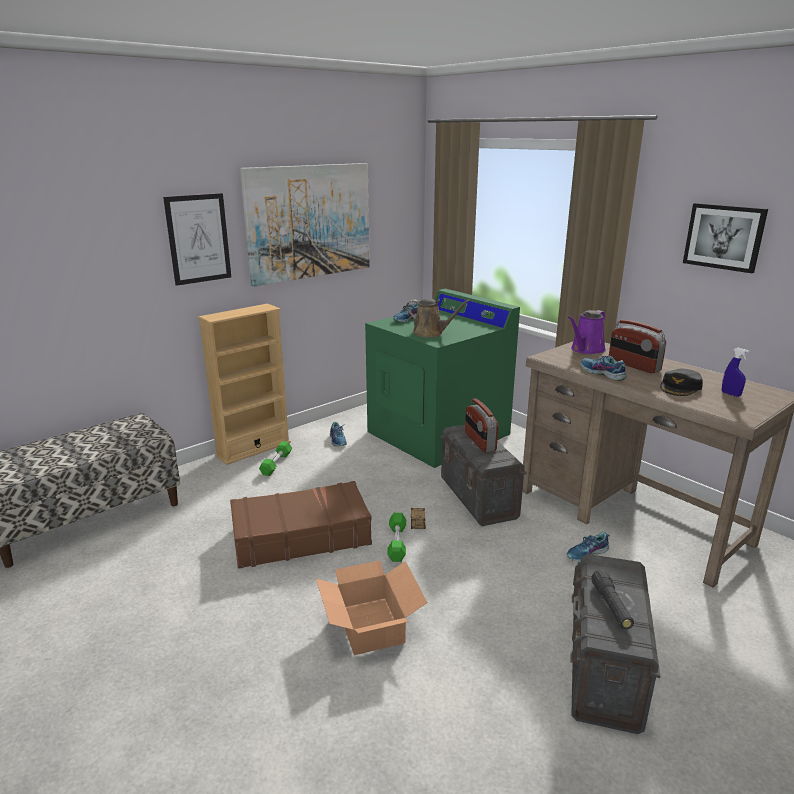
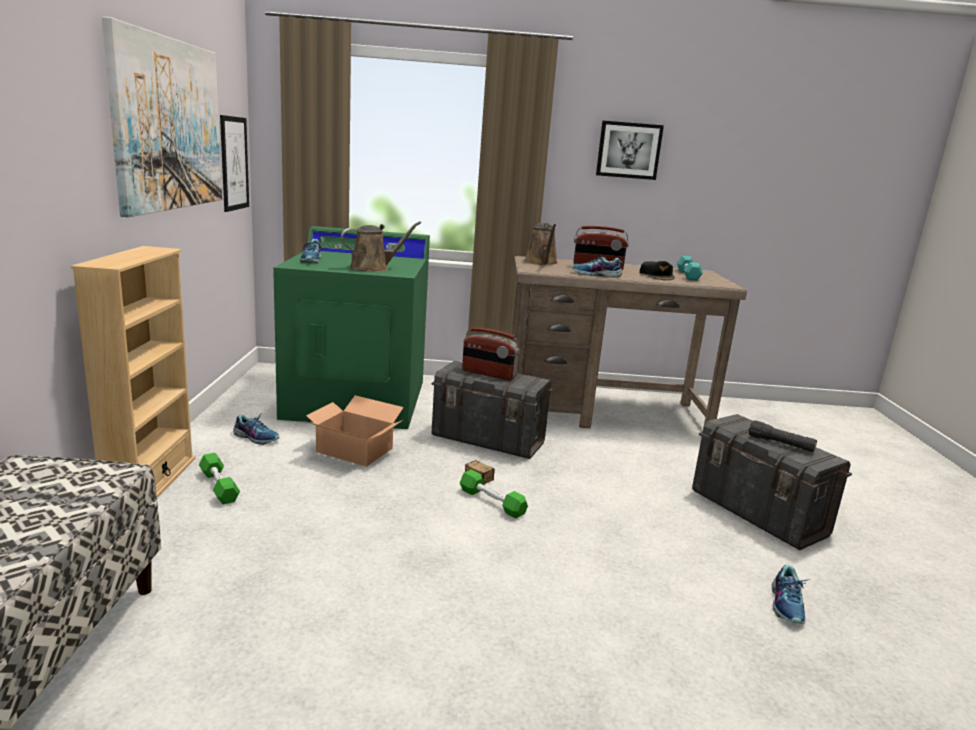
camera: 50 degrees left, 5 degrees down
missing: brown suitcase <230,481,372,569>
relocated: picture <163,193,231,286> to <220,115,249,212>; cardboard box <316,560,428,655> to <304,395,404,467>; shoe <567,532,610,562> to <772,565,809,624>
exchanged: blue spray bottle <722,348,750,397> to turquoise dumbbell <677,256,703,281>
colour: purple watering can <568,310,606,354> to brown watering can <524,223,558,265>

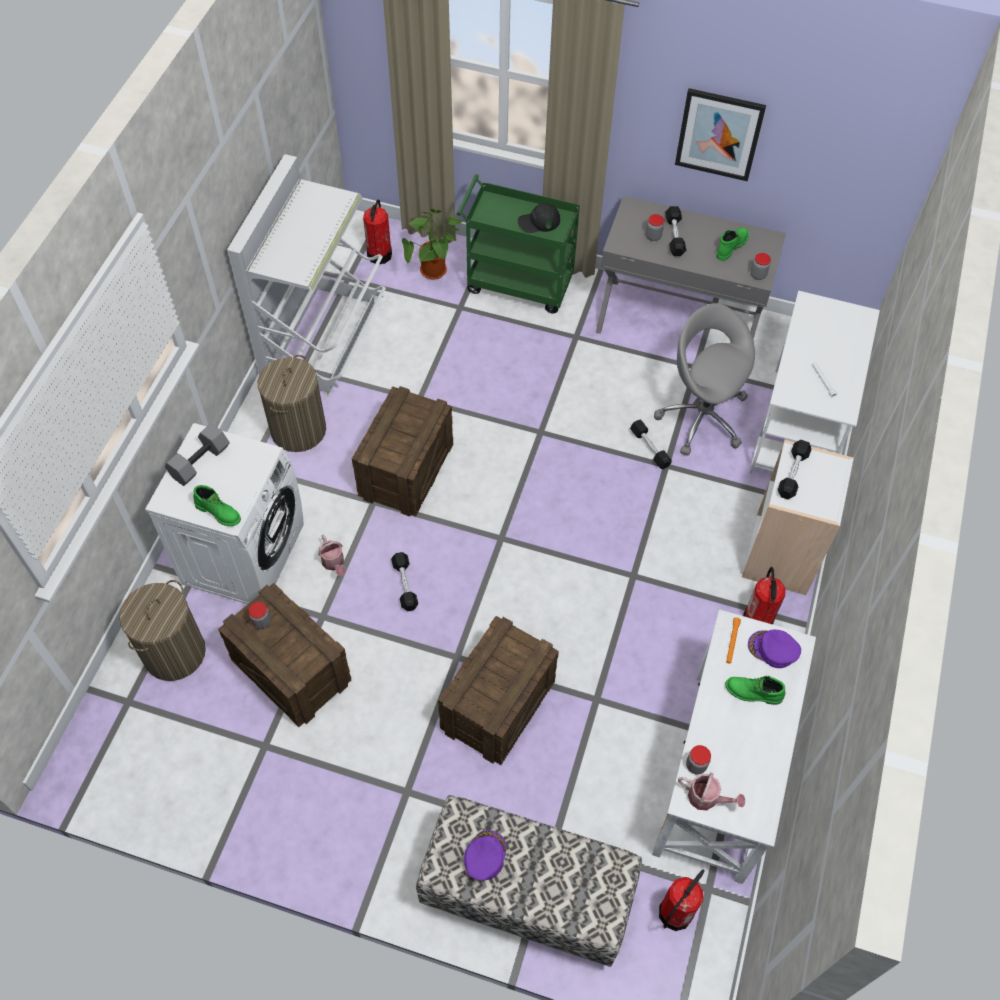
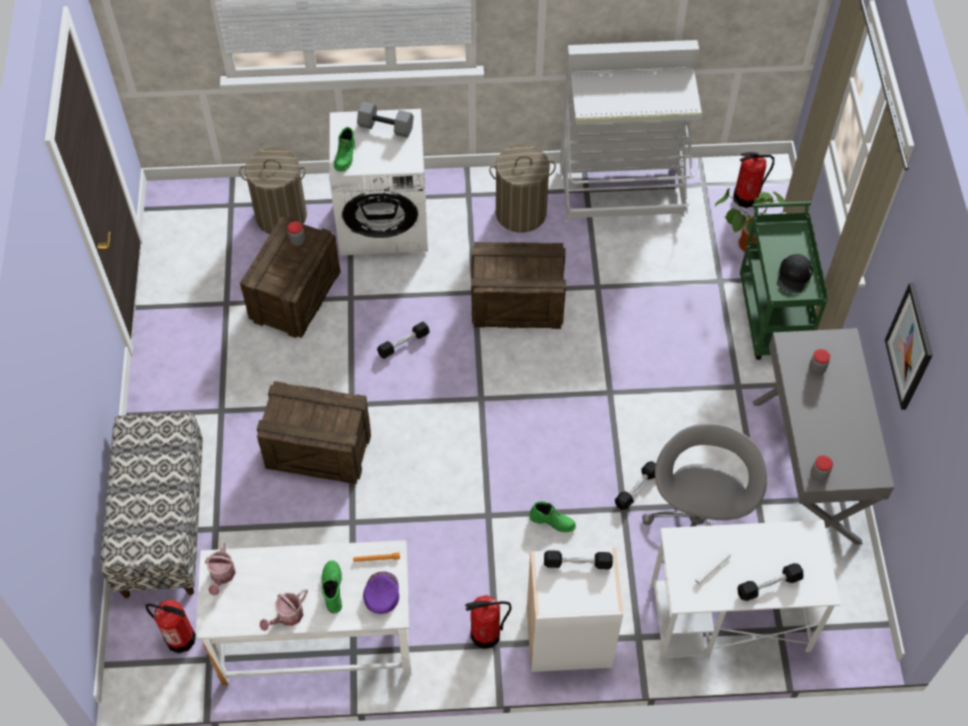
camera: 70 degrees right, 0 degrees up
missing: purple cap <464,830,506,881>; jar <686,745,711,775>
relocated: watering can <318,535,346,576> to <260,589,308,631>; black dumbbell <665,206,686,256> to <737,563,803,601>; green boot <716,228,749,261> to <530,501,576,532>
spun: black cap <518,203,560,233> = <777,254,813,293> 120 degrees counterclockwise

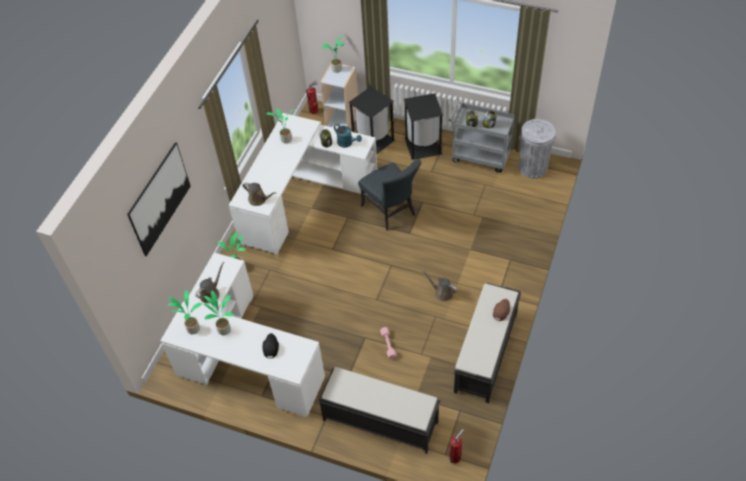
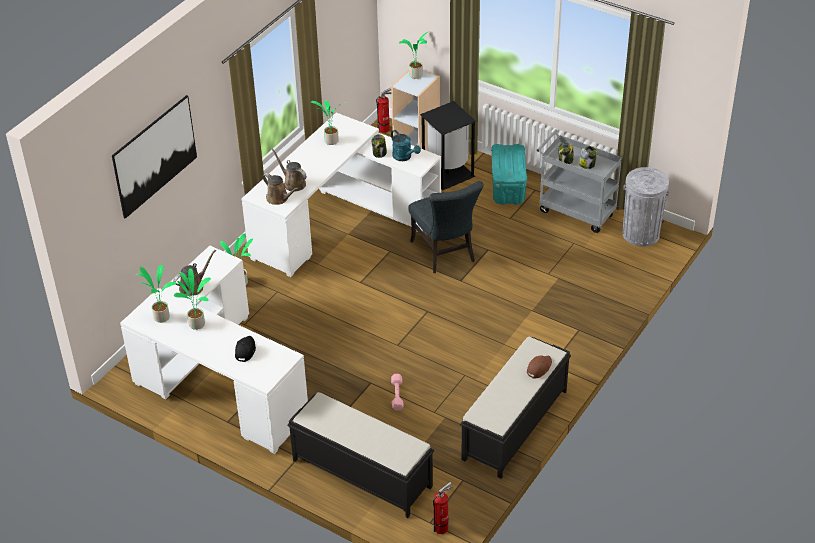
camera: 10 degrees right, 10 degrees down
relocated: brown watering can <422,269,457,301> to <271,148,307,192>
exchanged: black trash can <404,93,443,160> to turquoise storage box <491,144,527,205>

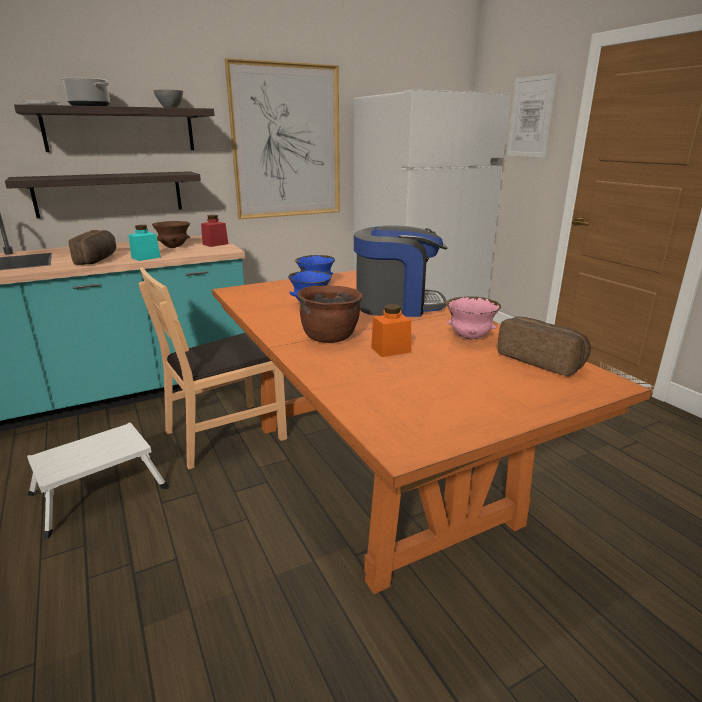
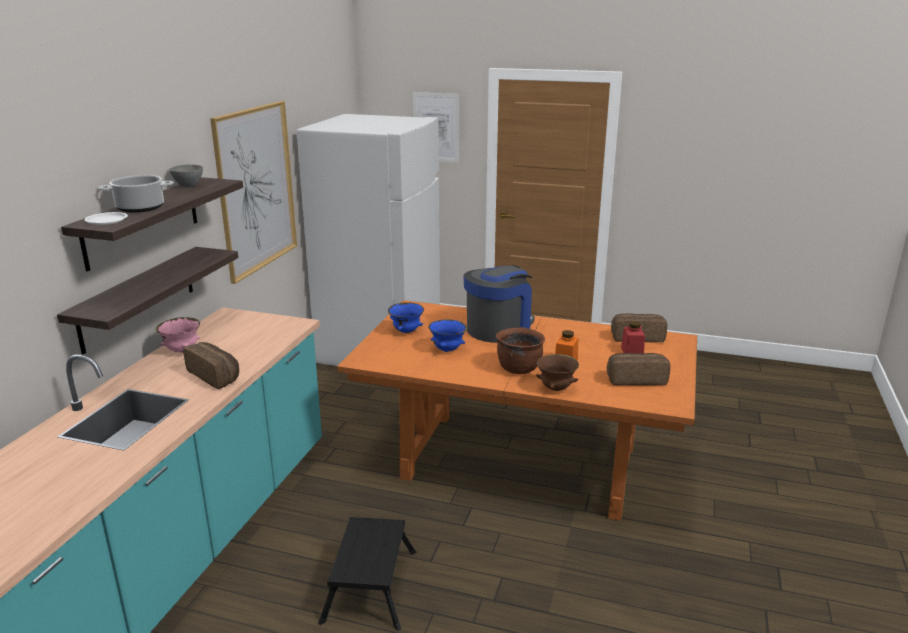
camera: 45 degrees left, 0 degrees up
missing: turquoise jar <129,225,161,261>; brown chair <139,267,287,469>
appeared: bread <607,353,670,386>
relocated: brown bowl <152,221,190,248> to <536,354,579,391>; red jar <201,215,228,247> to <621,321,645,354>; pink bowl <445,296,501,339> to <155,317,201,353>
colour: white step ladder <27,422,169,539> to black step ladder <318,517,417,631>

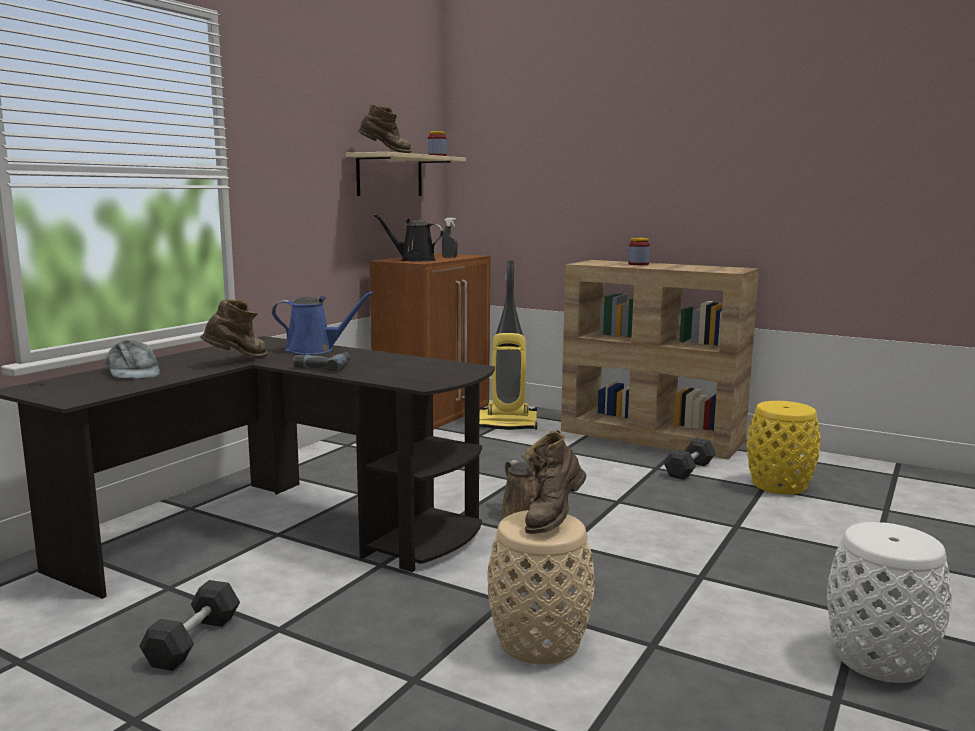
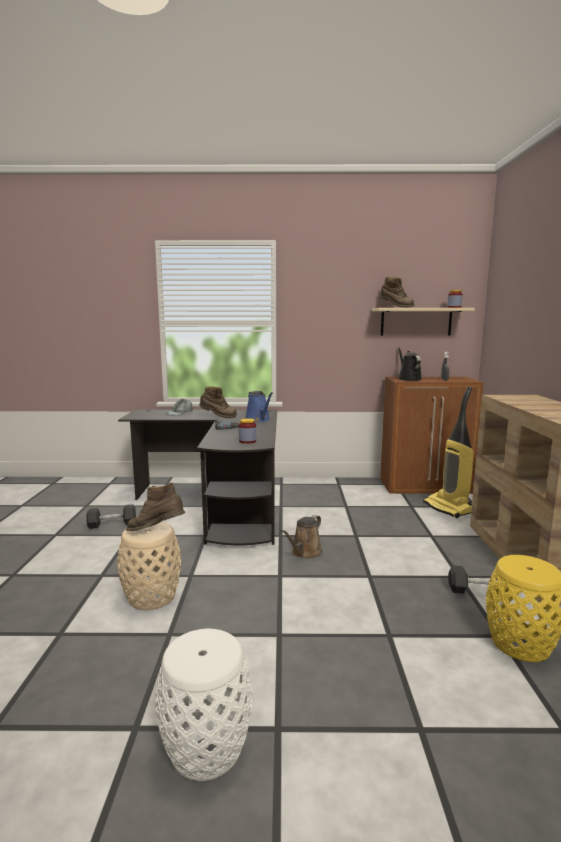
camera: 60 degrees right, 0 degrees up
relocated: jar <628,238,650,265> to <239,418,256,444>

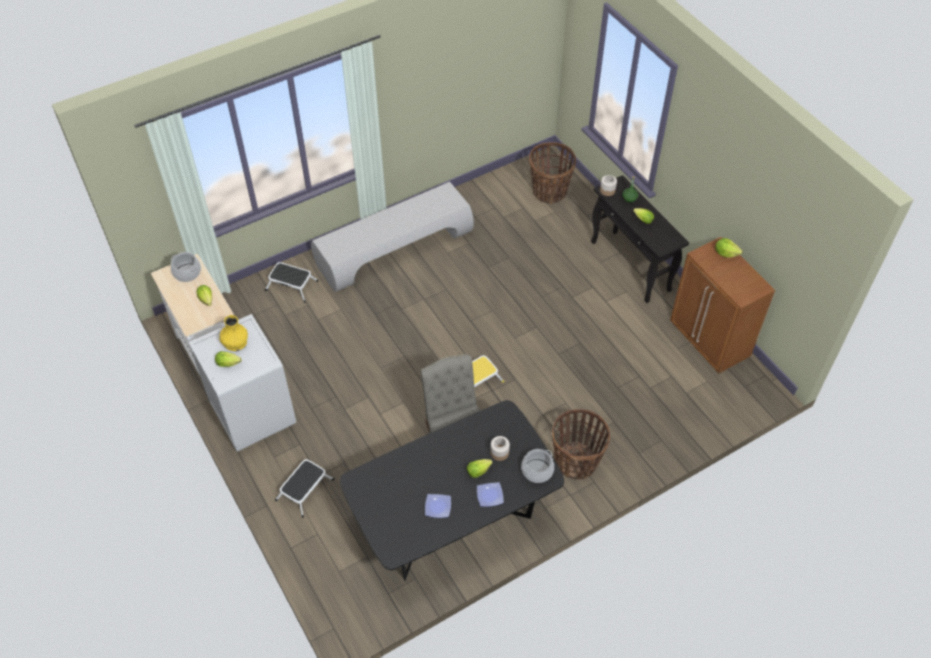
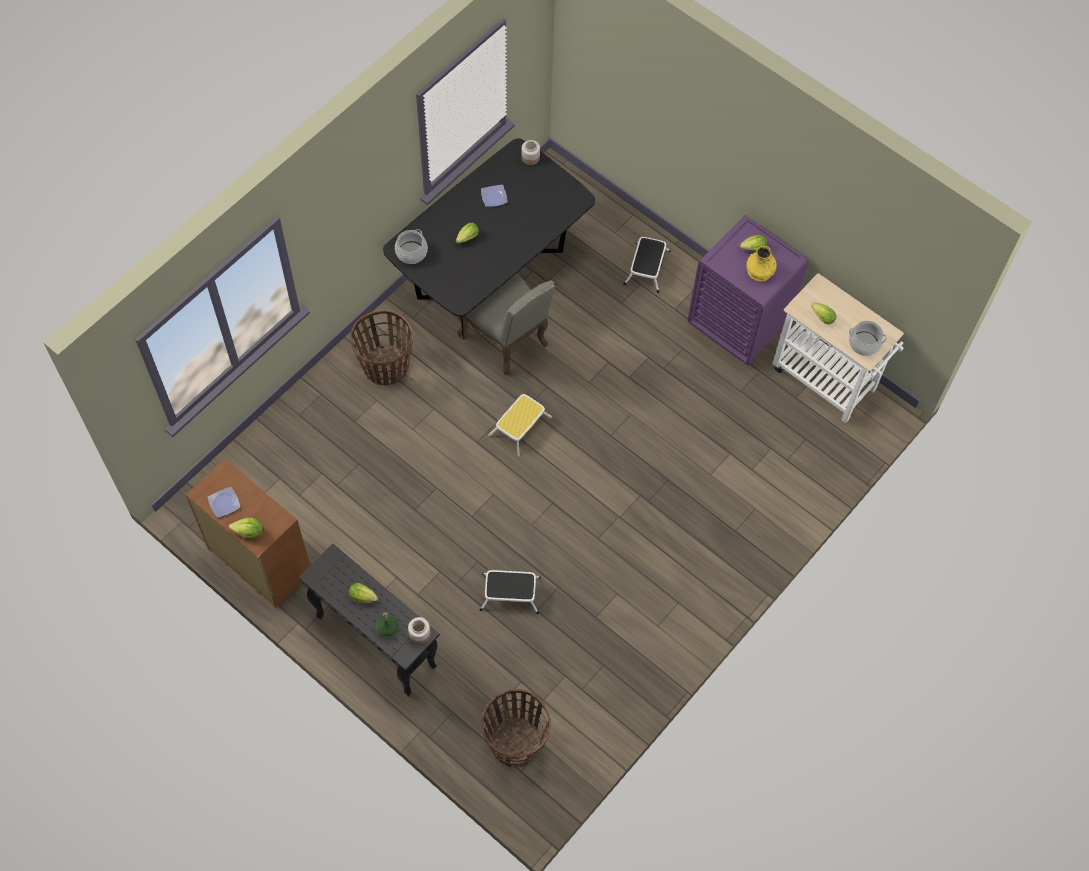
camera: 160 degrees right, 10 degrees up
missing: grey bench <311,182,474,292>
relocated: black step ladder <265,262,318,303> to <480,570,541,614>; plate <477,482,504,507> to <207,487,241,518>; jar <490,436,510,461> to <522,140,540,165>
colour: grey dresser <188,314,297,452> to purple dresser <688,215,808,365>

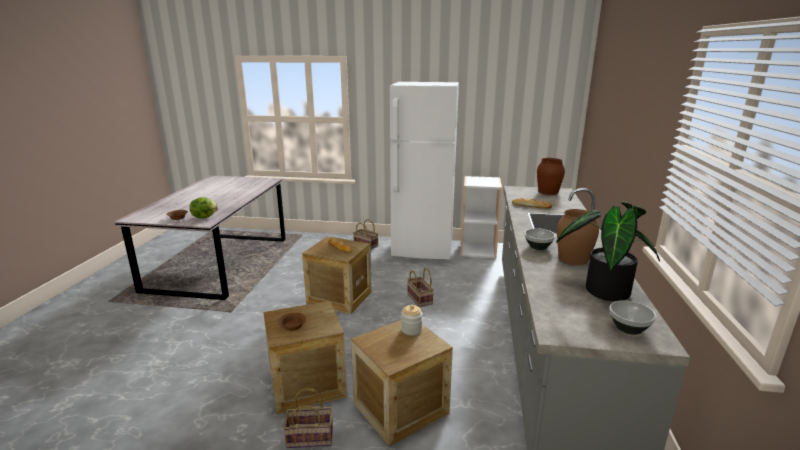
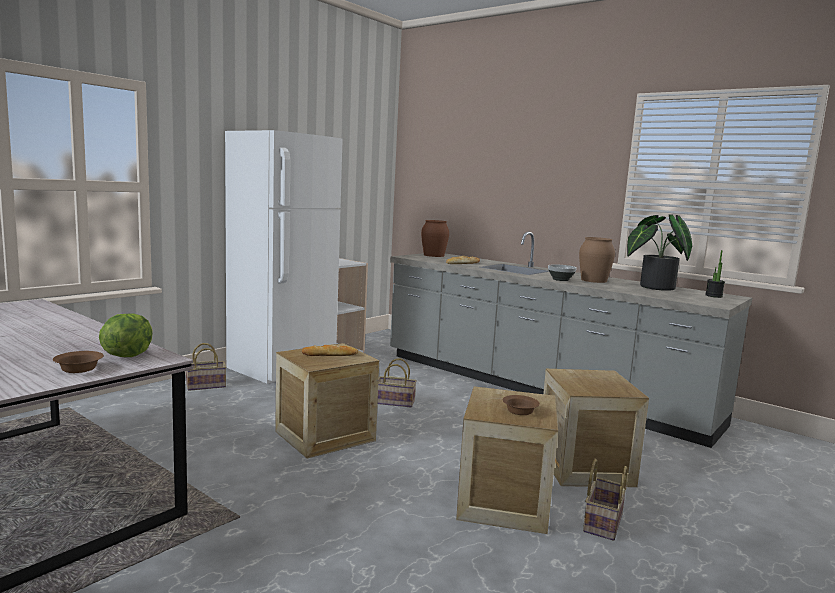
camera: 60 degrees left, 10 degrees down
missing: jar <401,305,423,336>
exchanged: bowl <609,300,656,335> to potted plant <705,250,725,298>

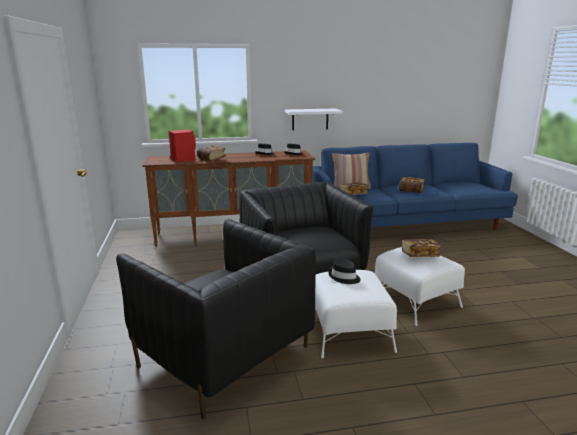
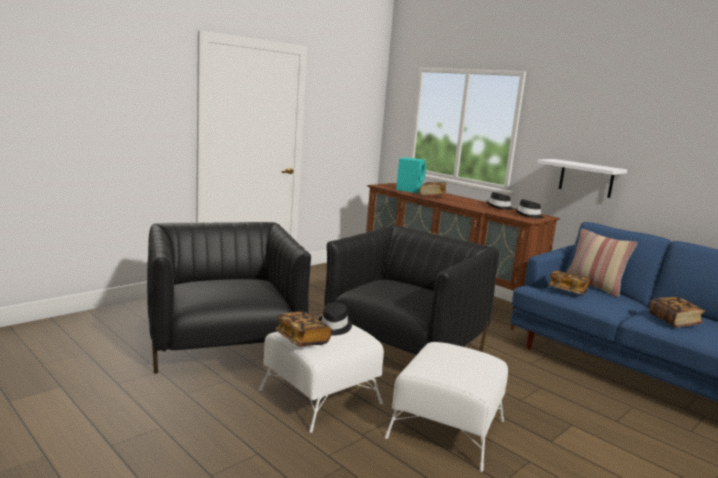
camera: 55 degrees right, 5 degrees down
relocated: book <402,239,441,257> to <275,311,332,346>
colour: red speaker <169,129,196,163> to turquoise speaker <396,157,426,193>
spun: black armchair <116,219,316,419> = <147,222,311,374> 150 degrees clockwise

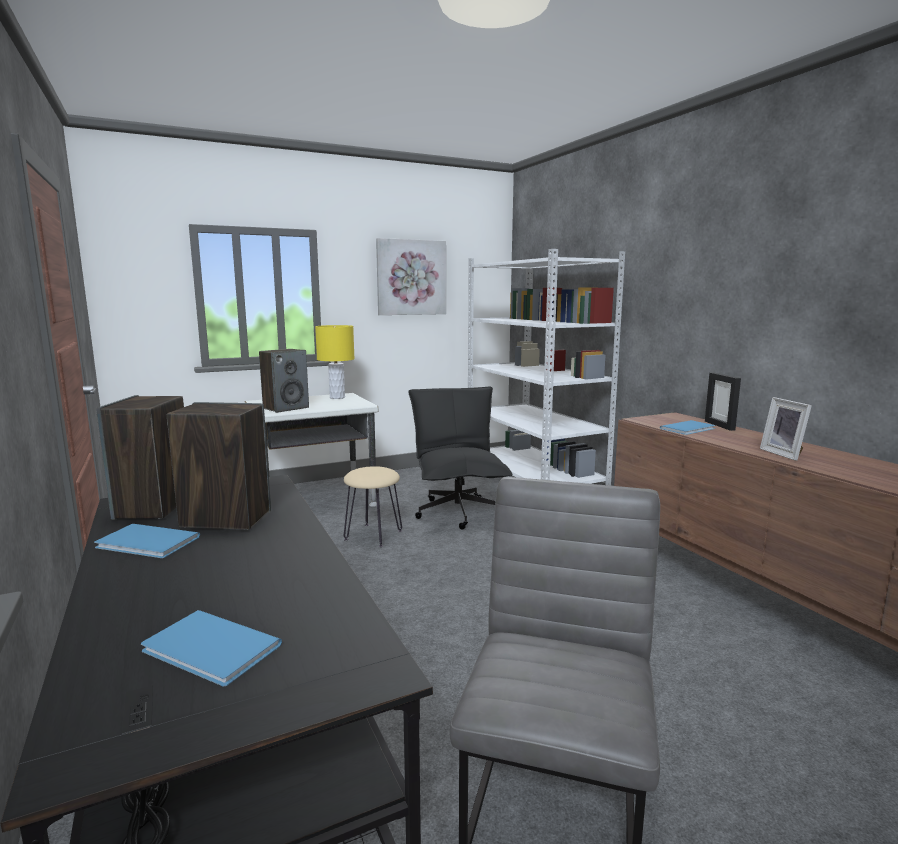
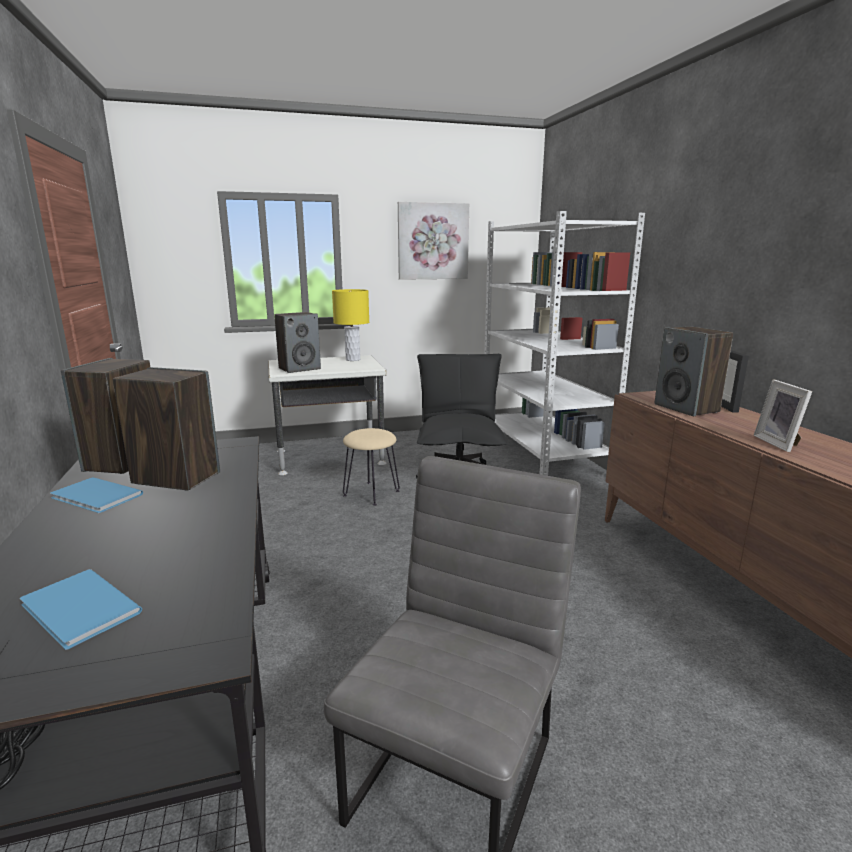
camera: 10 degrees right, 5 degrees up
exchanged: blue book <660,420,716,435> to speaker <655,327,733,416>

